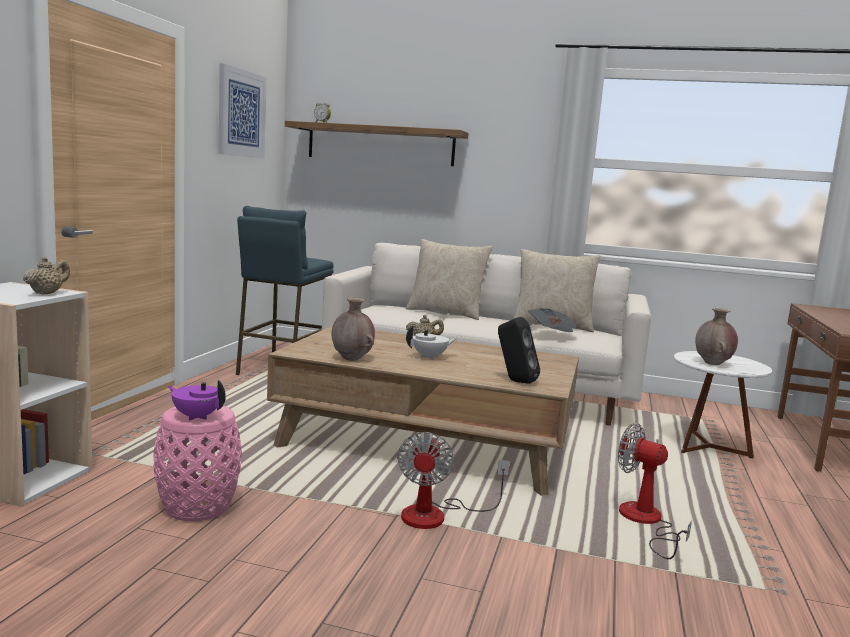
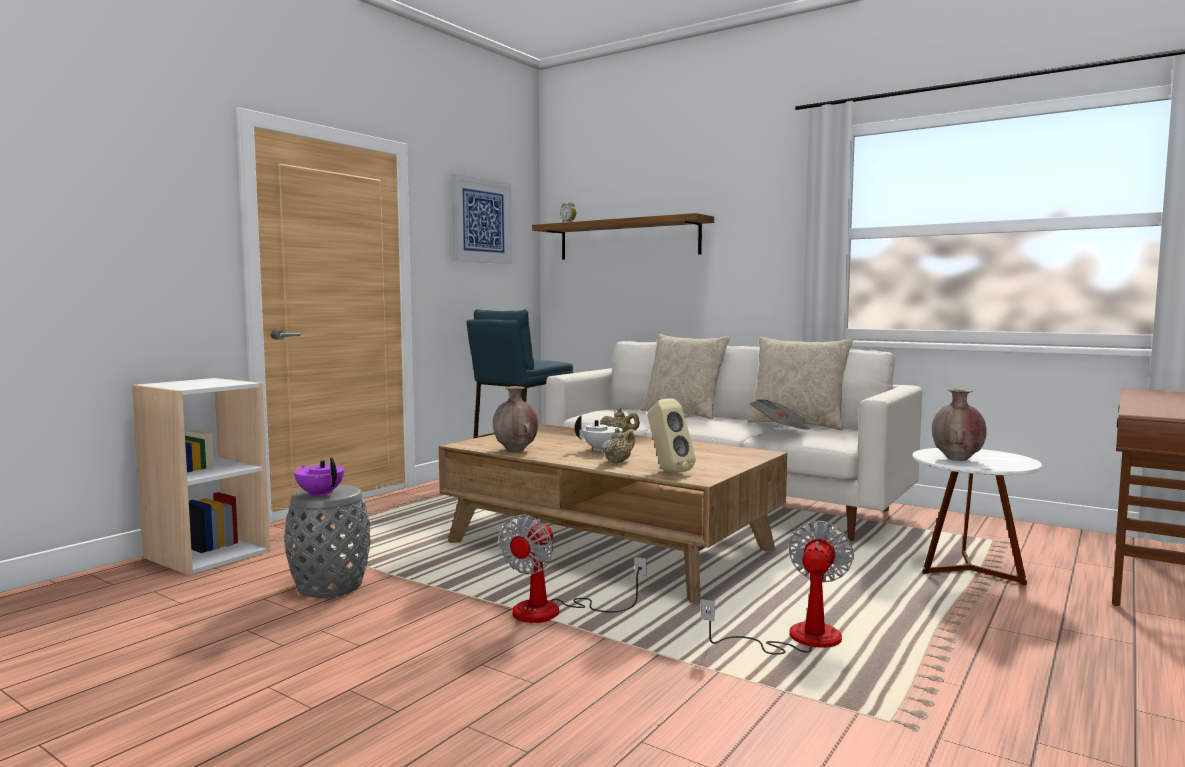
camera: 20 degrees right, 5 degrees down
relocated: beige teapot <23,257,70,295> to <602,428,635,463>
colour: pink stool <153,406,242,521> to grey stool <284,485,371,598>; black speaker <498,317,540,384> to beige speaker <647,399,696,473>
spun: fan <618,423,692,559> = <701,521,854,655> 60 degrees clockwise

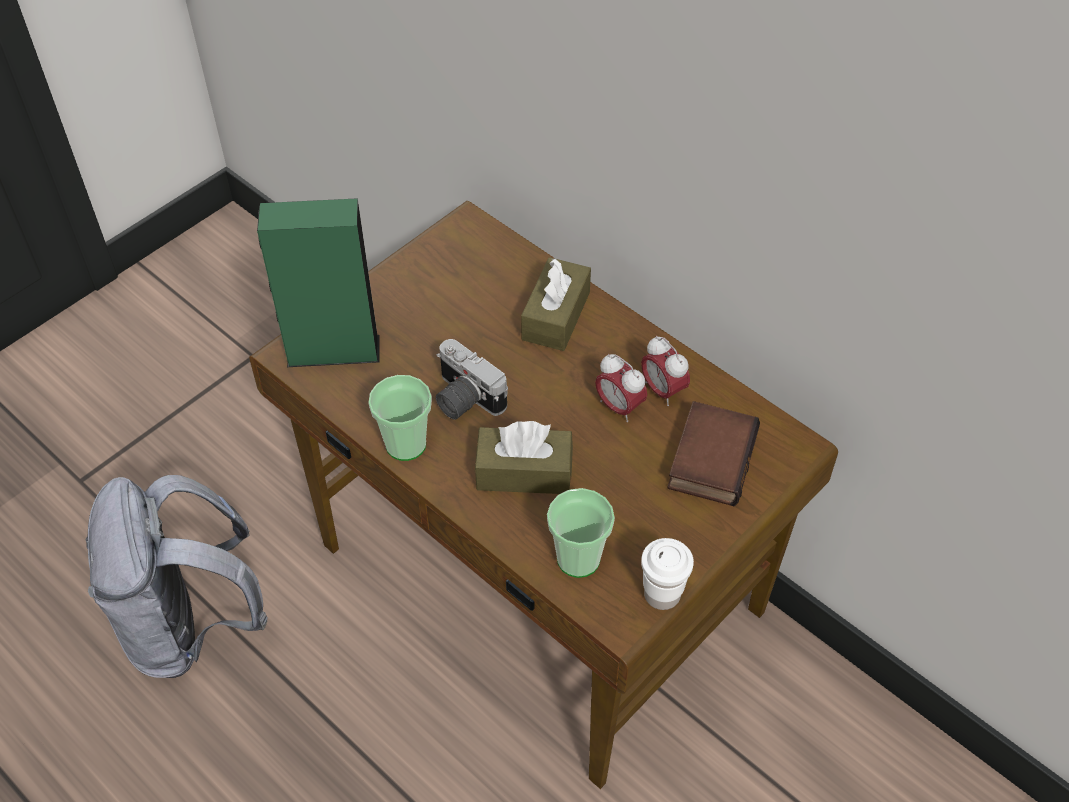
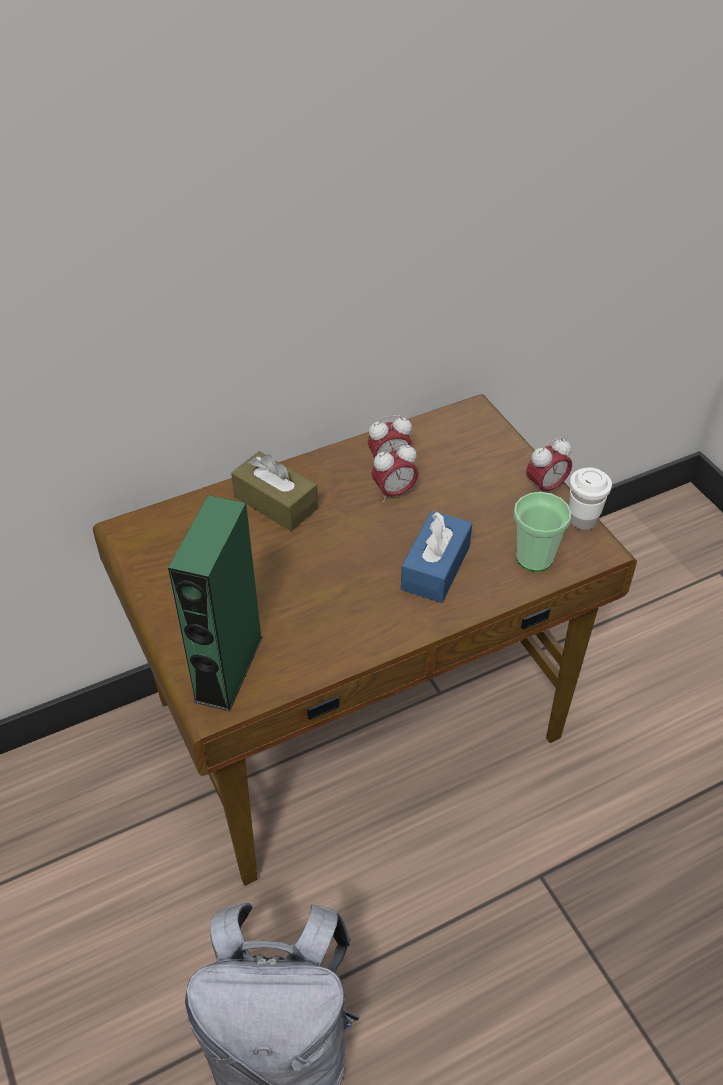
camera: 70 degrees left, 5 degrees down
missing: cup <368,375,432,461>; photo camera <436,339,508,420>; book <667,401,760,506>
appeared: alarm clock <526,437,572,492>
colour: brown tissue box <475,421,573,494> to blue tissue box <401,511,472,603>

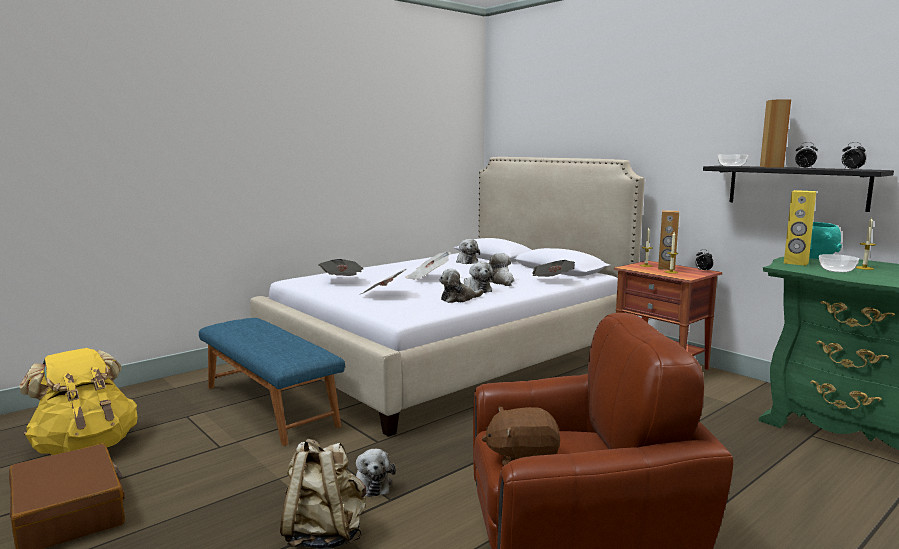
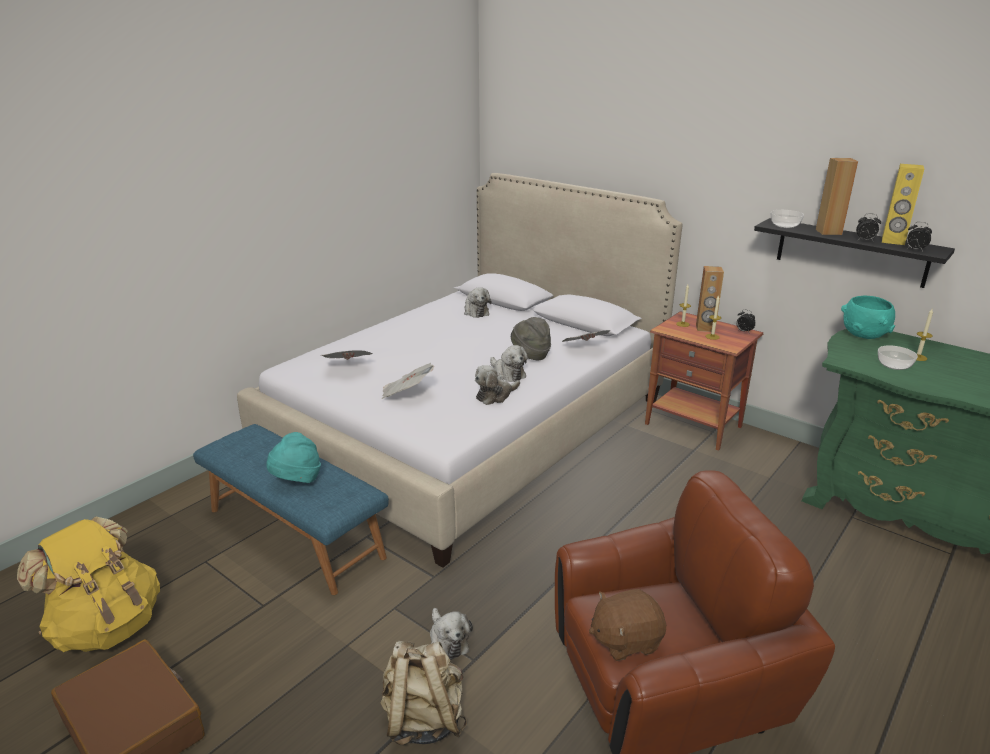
camera: 10 degrees left, 15 degrees up
missing: newspaper <405,252,451,280>
appeared: turquoise hat <266,432,321,483>
relocated: yellow speaker <784,190,816,266> to <882,164,924,245>
exchanged: plush toy <489,253,514,286> to grey hat <511,317,551,360>

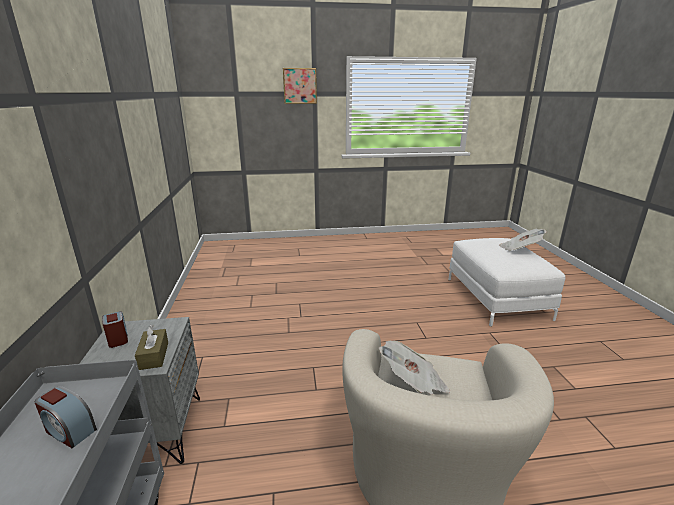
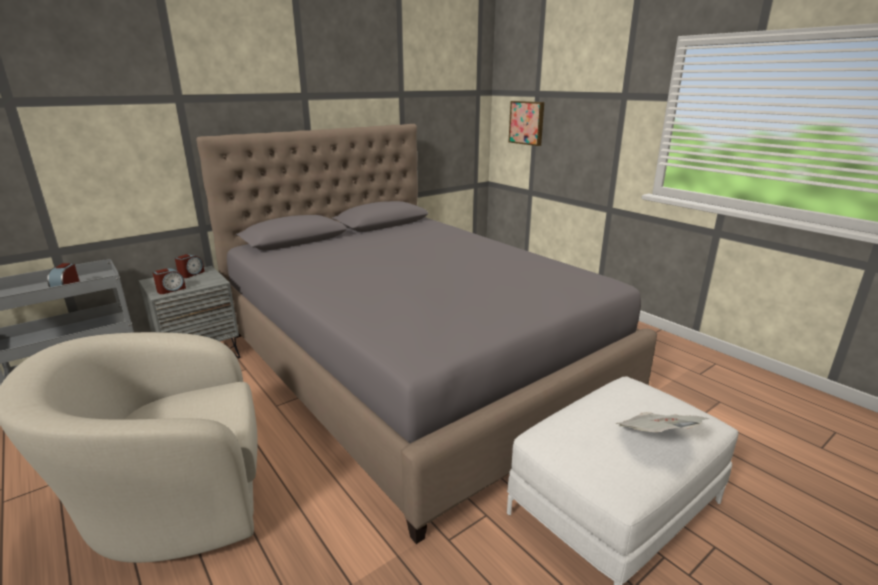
camera: 60 degrees right, 0 degrees up
missing: newspaper <379,341,450,395>
appeared: grey bed <196,124,657,544>
relocated: picture <283,68,317,104> to <509,101,544,146>
exchanged: brown tissue box <135,325,168,370> to alarm clock <153,268,186,294>

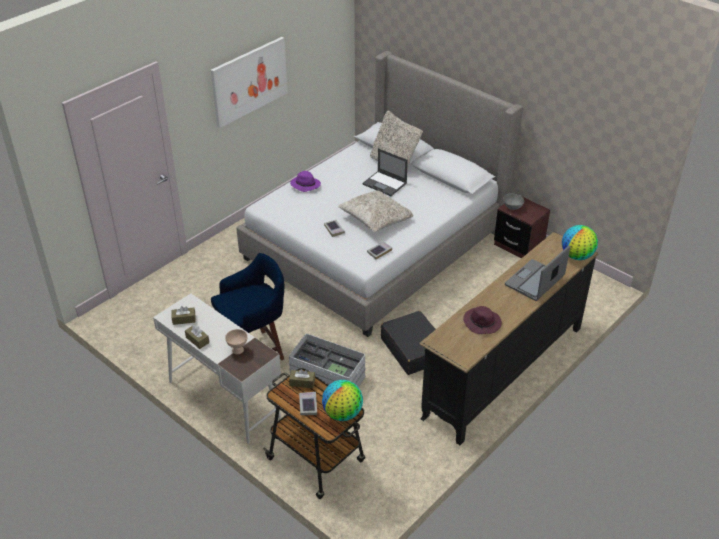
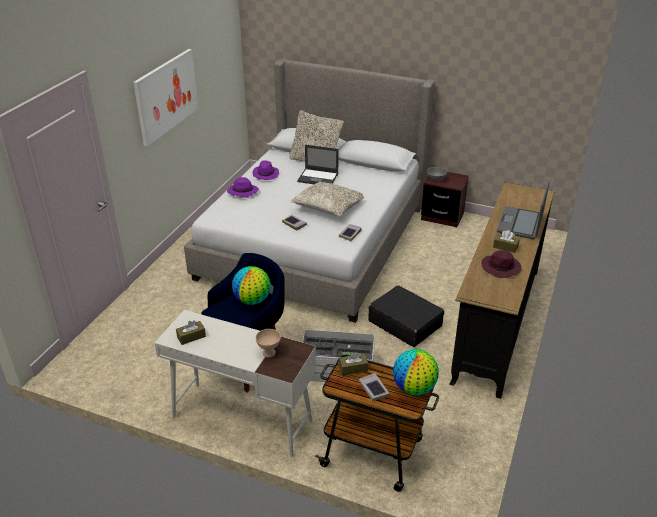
camera: 20 degrees left, 5 degrees down
appeared: purple hat <253,161,279,180>
relocated: brown tissue box <185,325,209,349> to <493,230,520,253>; globe <562,225,598,260> to <232,266,271,305>

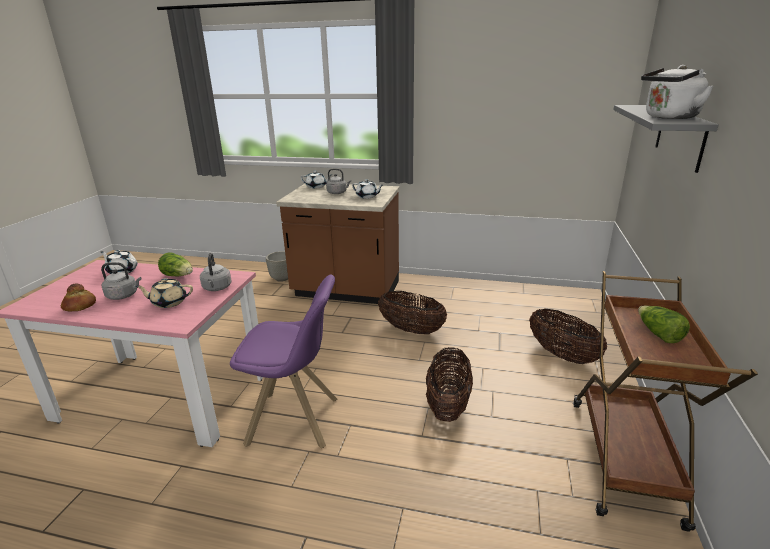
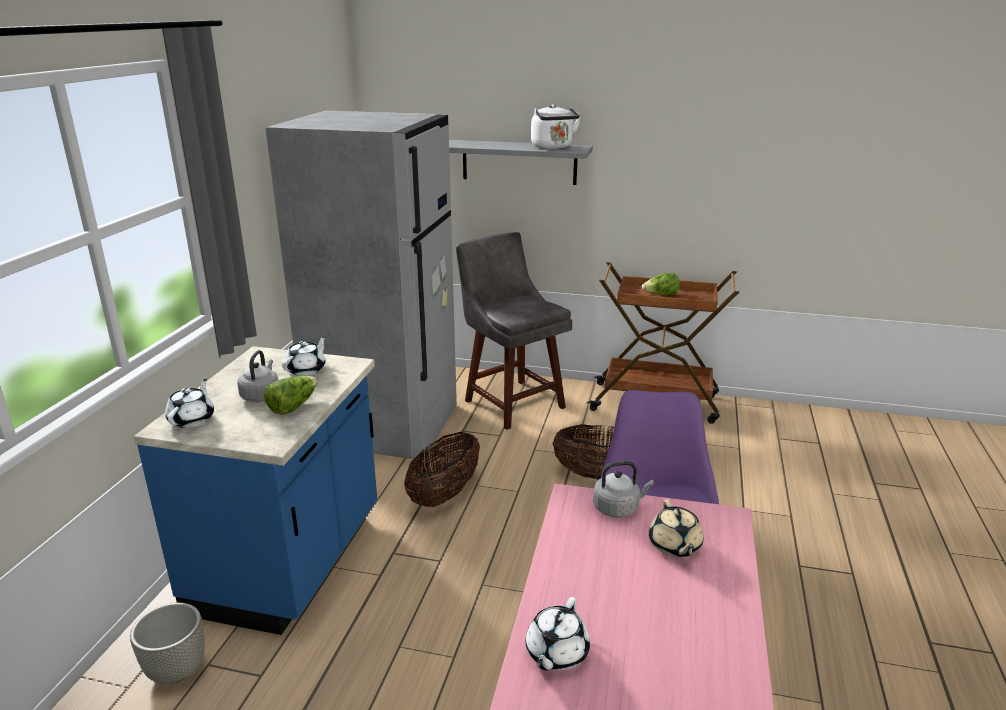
camera: 90 degrees left, 0 degrees up
missing: bread <61,283,96,311>; grey kettle <101,262,142,300>
appeared: grey fridge <265,111,457,459>
relocated: lettuce <158,252,193,276> to <264,376,318,415>
exchanged: basket <529,308,607,364> to grey stool <456,232,572,430>
colour: brown counter <276,183,399,304> to blue counter <134,346,377,635>

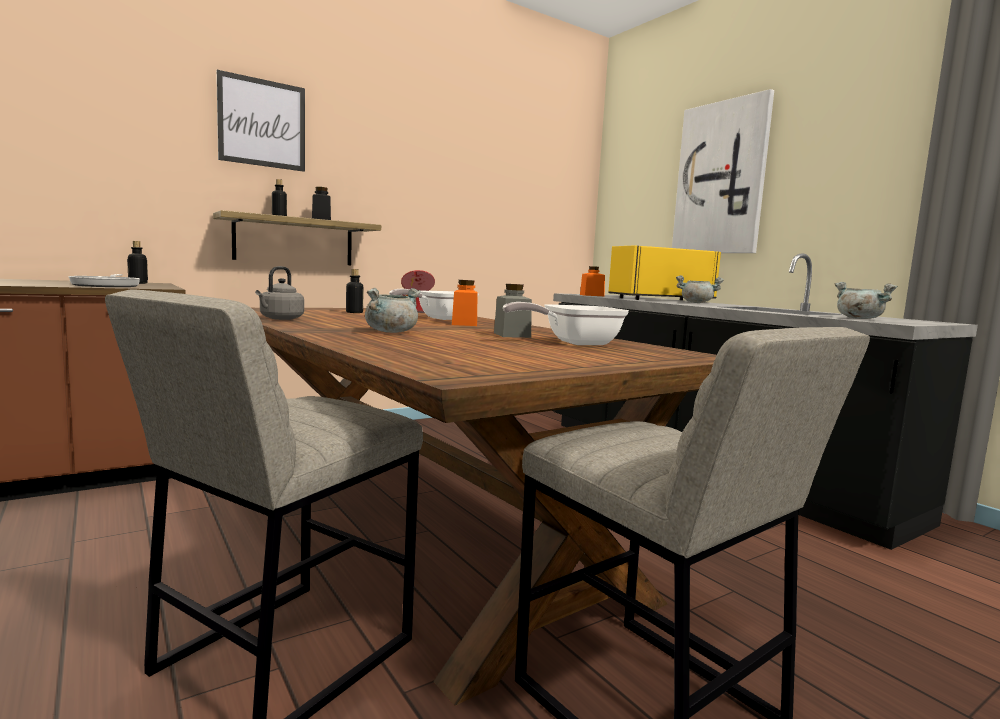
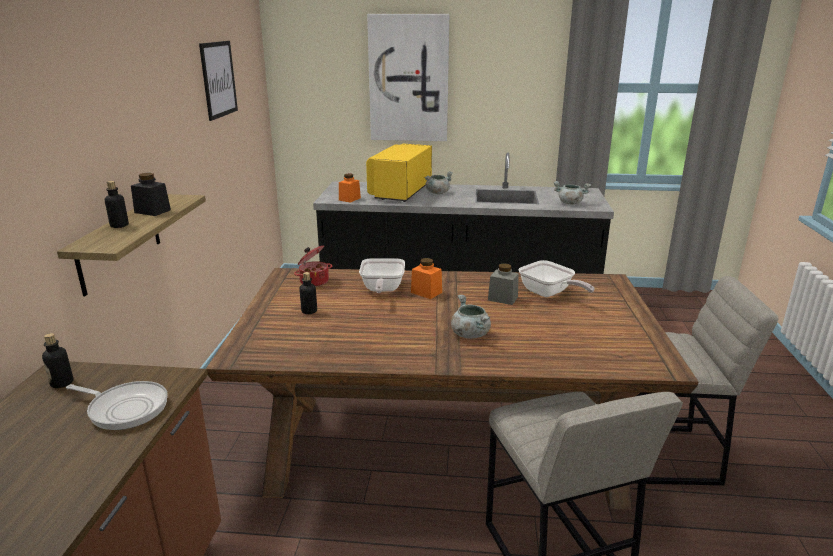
camera: 50 degrees left, 15 degrees up
missing: grey kettle <255,266,304,320>
relocated: picture <216,70,305,172> to <199,41,238,121>
spun: frying pan <503,302,629,345> = <518,260,595,297> 60 degrees counterclockwise

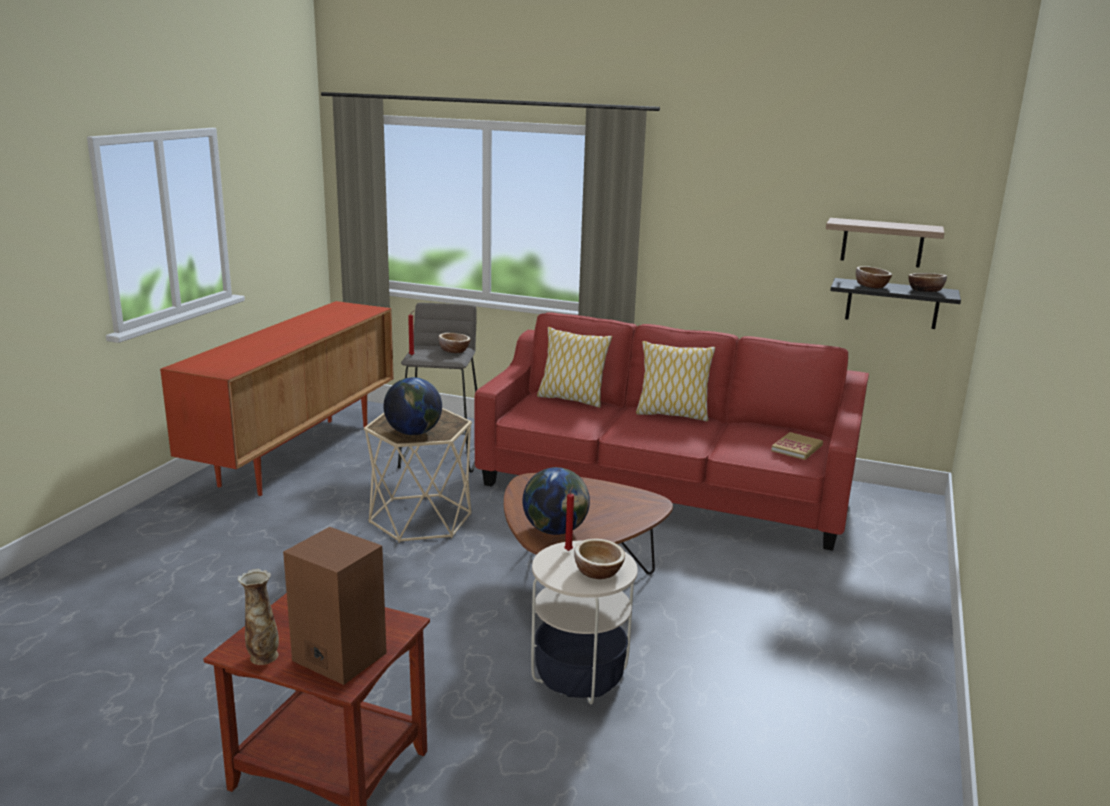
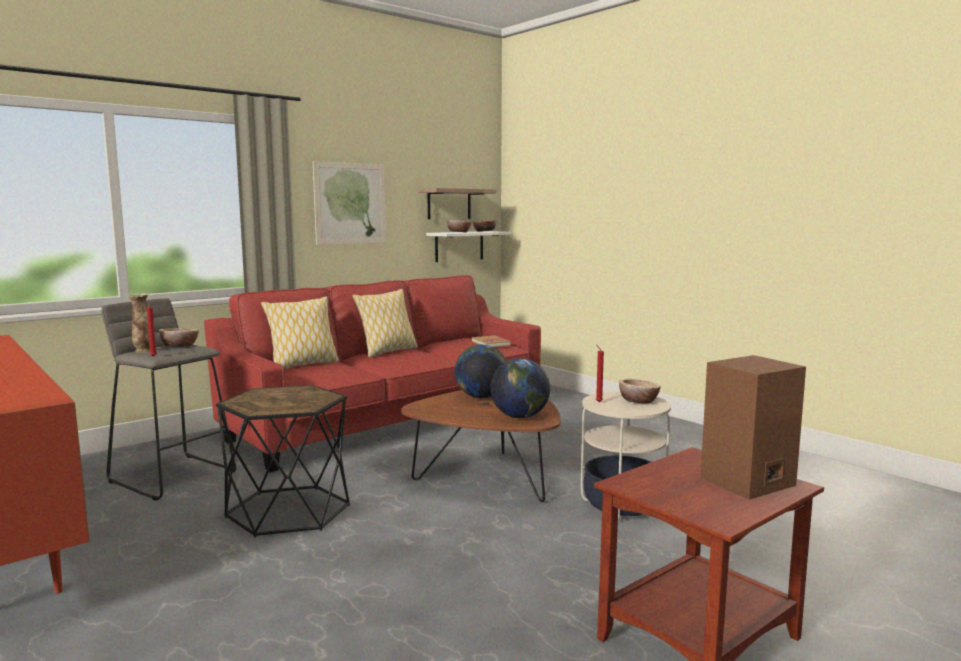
camera: 60 degrees left, 10 degrees down
appeared: picture <313,161,386,245>
relocated: vase <238,569,279,665> to <128,293,150,353>; globe <383,377,442,435> to <455,344,507,398>
colour: beige side table <364,408,472,543> to black side table <216,385,350,537>; black shelf <830,278,961,329> to white shelf <426,231,511,262>

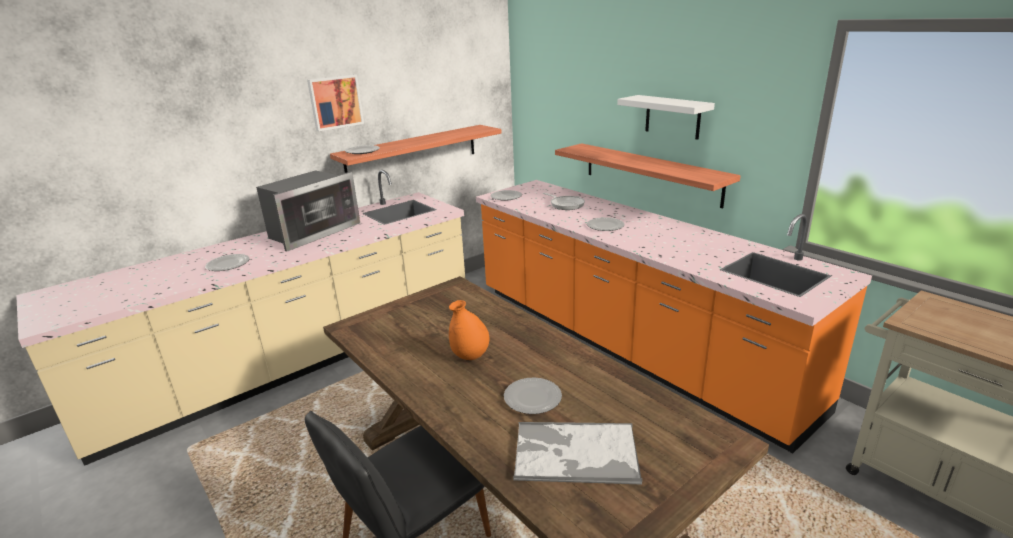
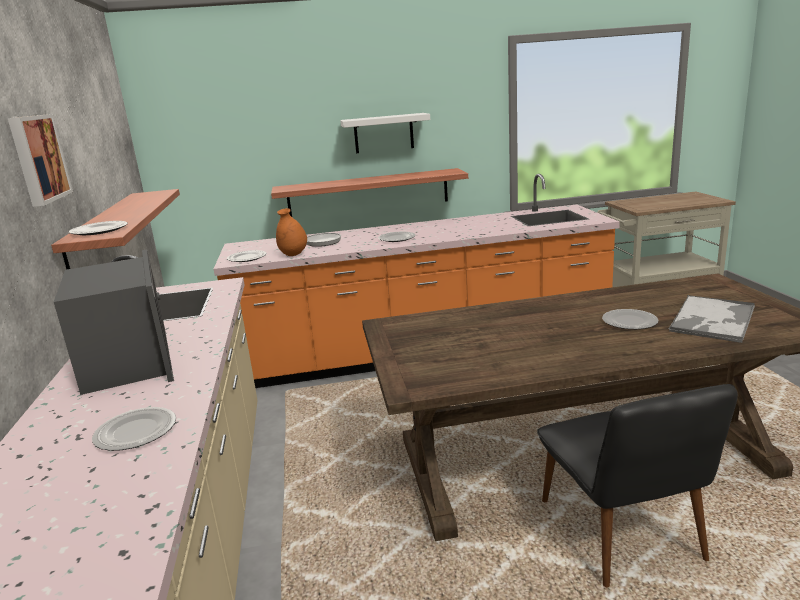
camera: 60 degrees left, 5 degrees down
relocated: orange vase <449,300,489,360> to <276,208,307,256>

